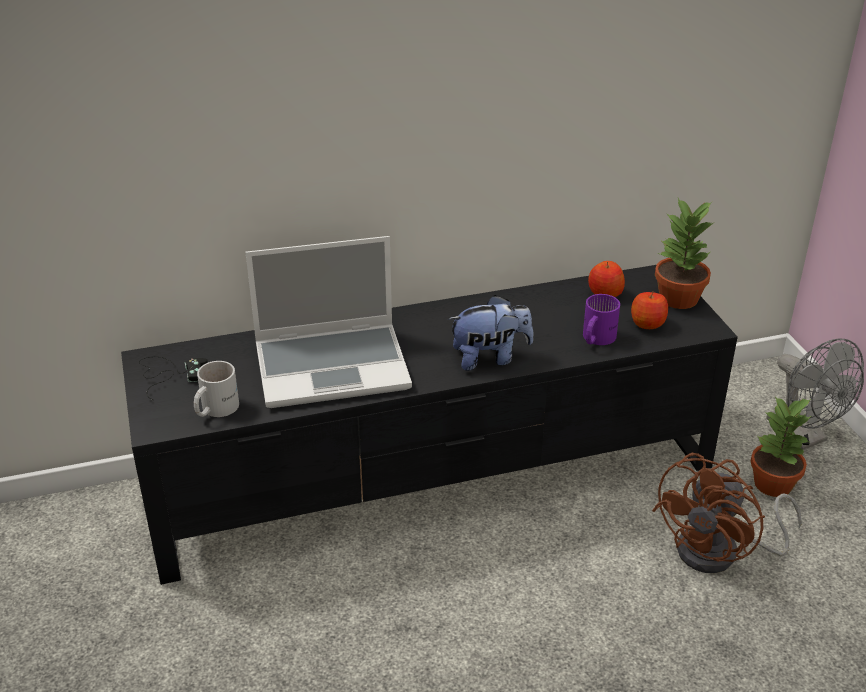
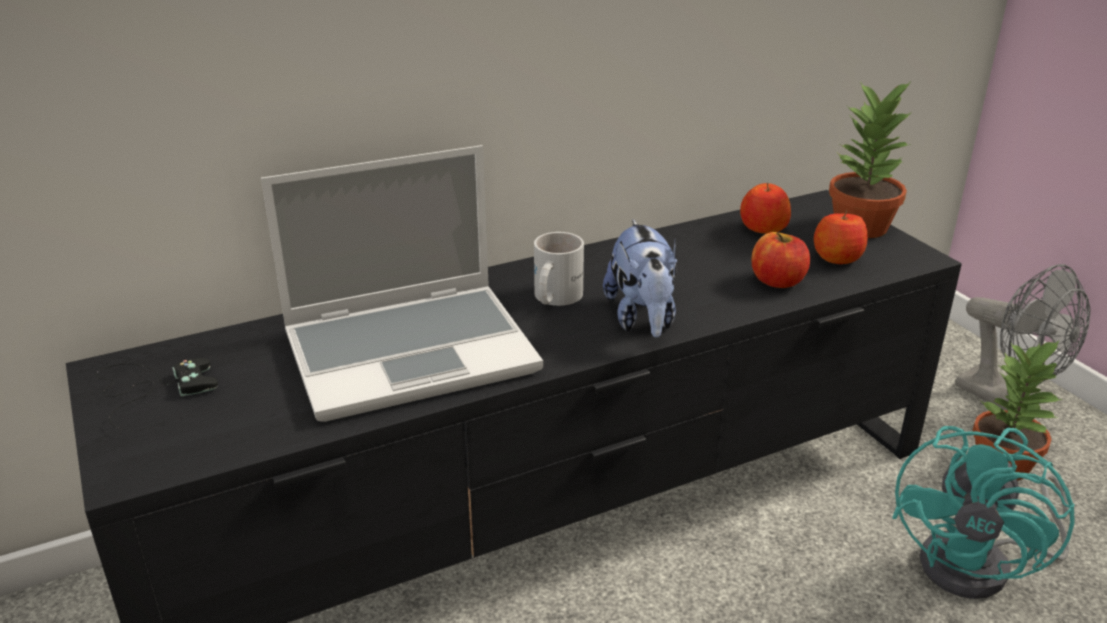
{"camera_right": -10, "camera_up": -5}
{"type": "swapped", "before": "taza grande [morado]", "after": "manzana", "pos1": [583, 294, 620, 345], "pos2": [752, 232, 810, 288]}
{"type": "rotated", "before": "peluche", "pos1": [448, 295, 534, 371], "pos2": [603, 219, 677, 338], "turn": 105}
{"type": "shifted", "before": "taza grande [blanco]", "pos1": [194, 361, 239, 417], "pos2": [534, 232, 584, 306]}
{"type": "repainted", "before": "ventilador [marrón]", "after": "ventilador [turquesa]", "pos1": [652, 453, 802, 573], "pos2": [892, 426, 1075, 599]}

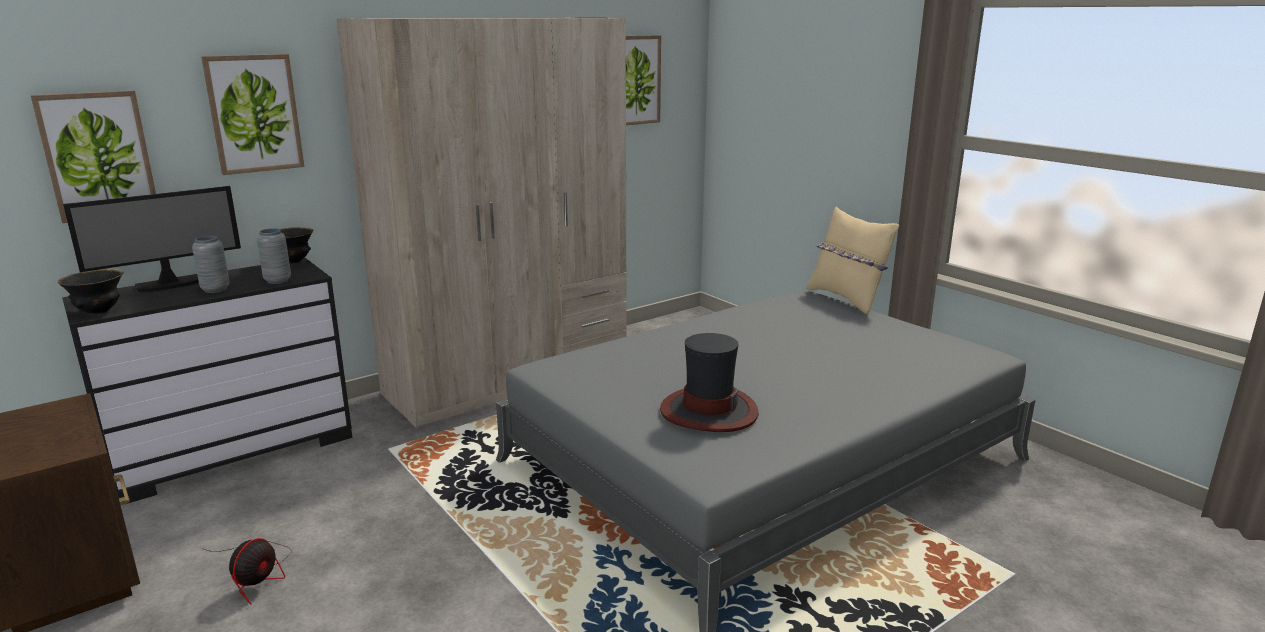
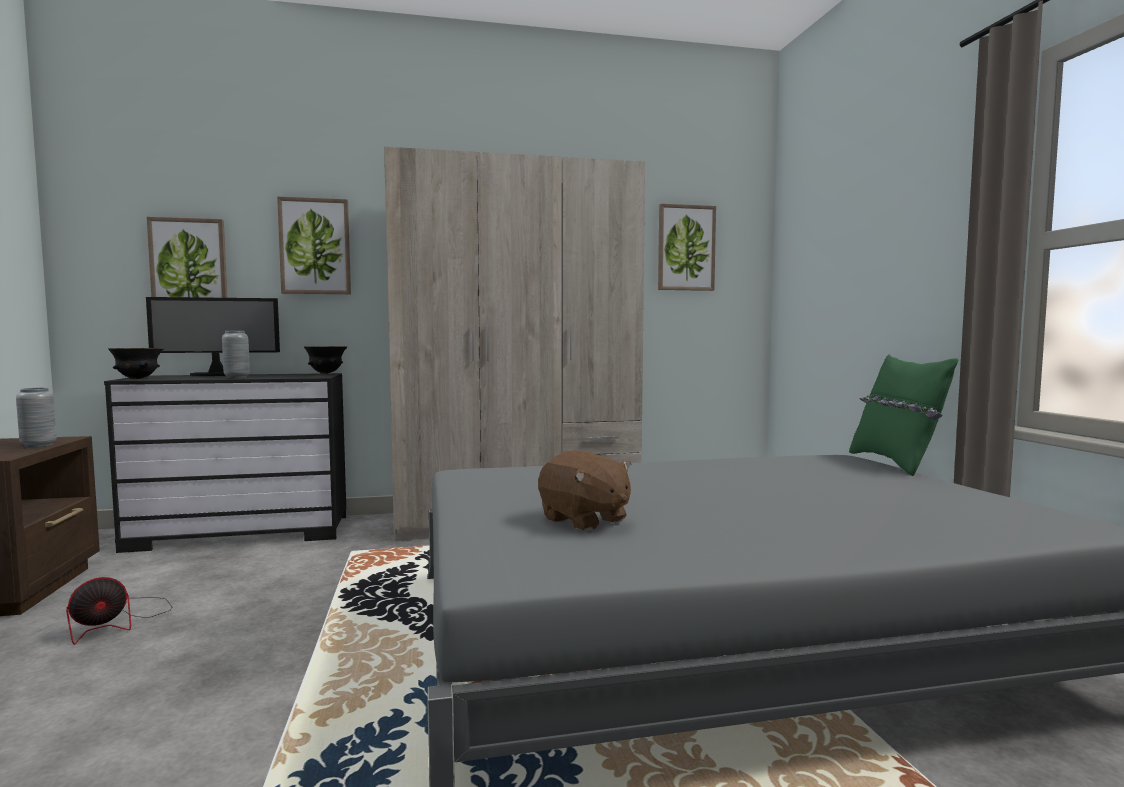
{"camera_right": 25, "camera_up": -15}
{"type": "repainted", "before": "cojín [beis]", "after": "cojín [verde]", "pos1": [806, 206, 899, 315], "pos2": [849, 355, 959, 476]}
{"type": "shifted", "before": "florero [gris]", "pos1": [257, 228, 291, 284], "pos2": [16, 388, 57, 447]}
{"type": "swapped", "before": "sombrero", "after": "peluche [marrón]", "pos1": [660, 333, 759, 432], "pos2": [538, 451, 631, 531]}

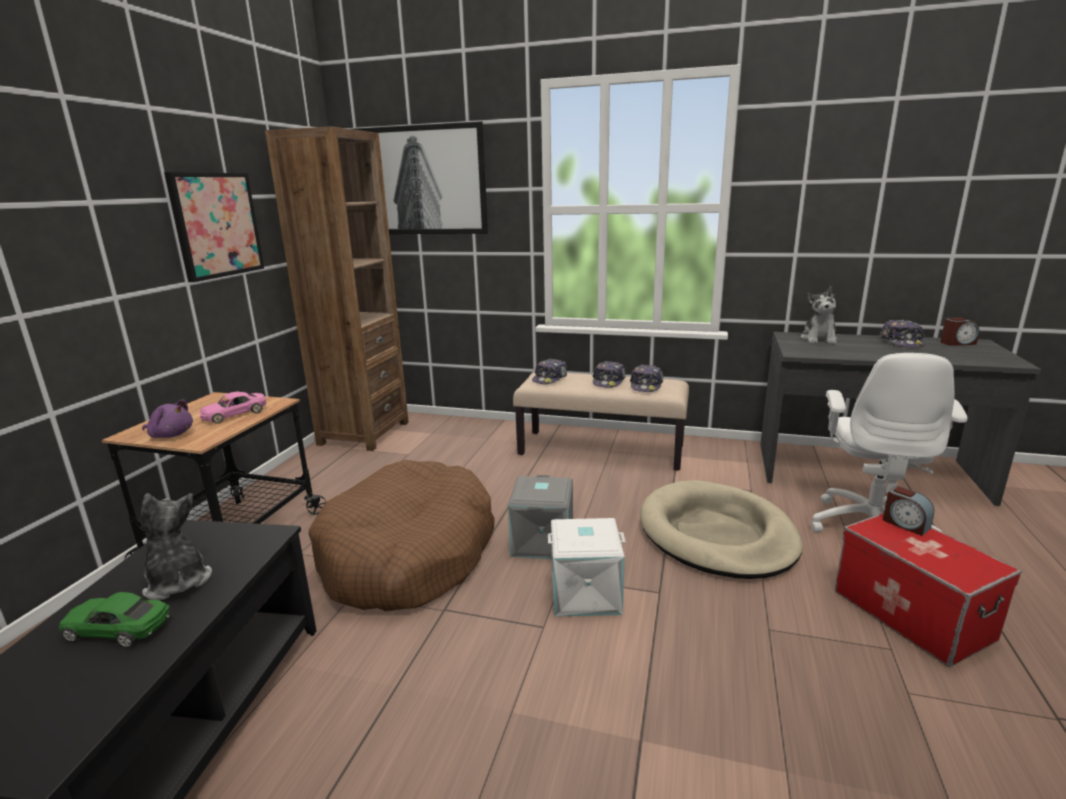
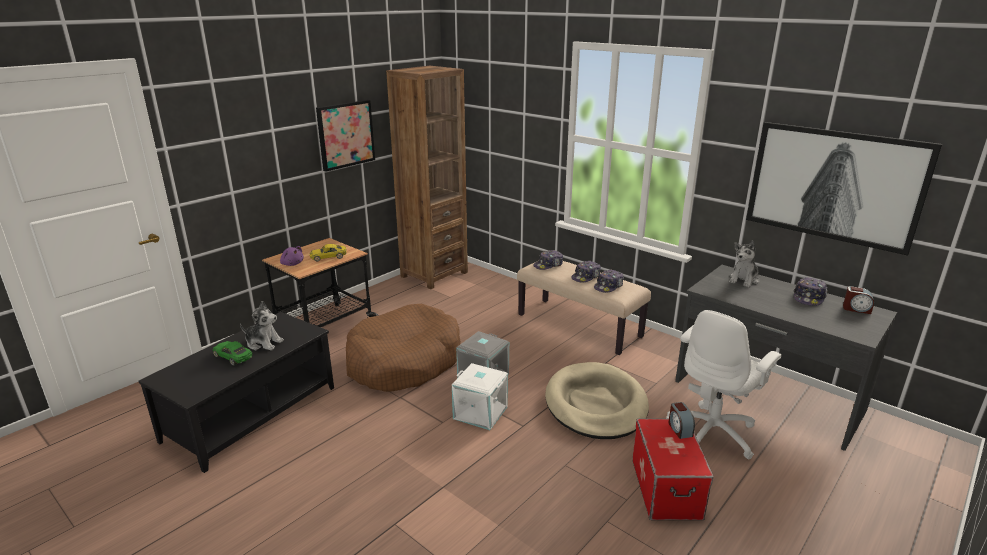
{"camera_right": 25, "camera_up": 5}
{"type": "shifted", "before": "cuadro", "pos1": [353, 121, 488, 234], "pos2": [746, 122, 942, 256]}
{"type": "repainted", "before": "coche de juguete [rosa]", "after": "coche de juguete [amarillo]", "pos1": [200, 391, 266, 424], "pos2": [309, 244, 347, 262]}
{"type": "rotated", "before": "peluche", "pos1": [141, 493, 212, 600], "pos2": [240, 301, 284, 350], "turn": 120}

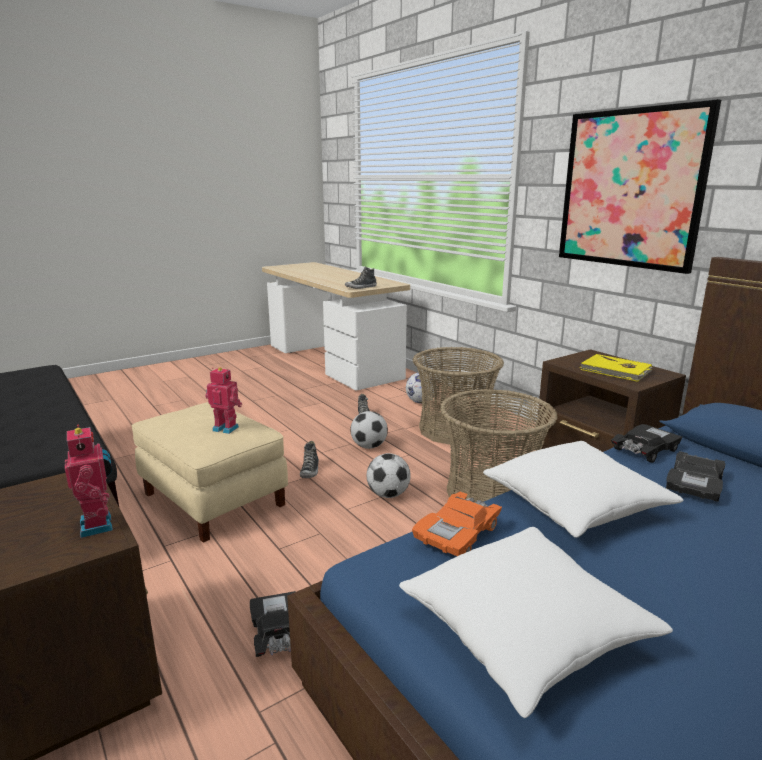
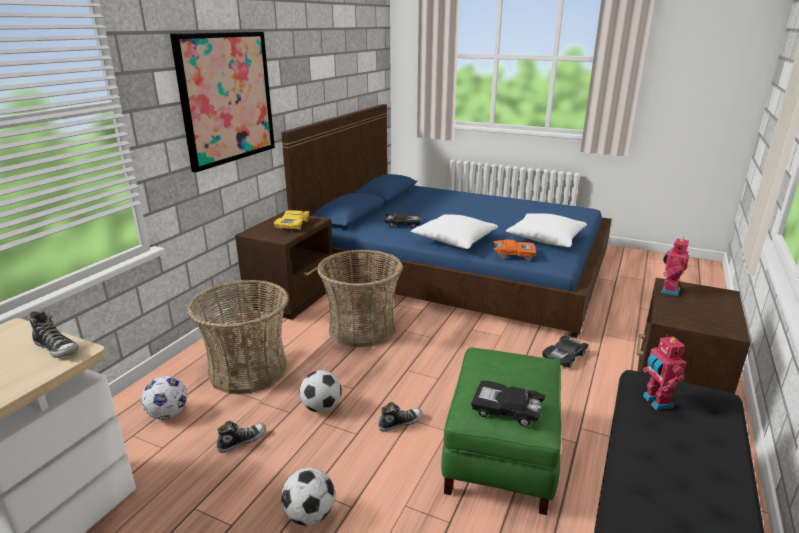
{"camera_right": -120, "camera_up": 5}
{"type": "swapped", "before": "libro [amarillo]", "after": "coche de juguete [amarillo]", "pos1": [580, 354, 652, 382], "pos2": [274, 210, 310, 230]}
{"type": "shifted", "before": "robot de juguete", "pos1": [205, 367, 242, 434], "pos2": [643, 334, 686, 410]}
{"type": "repainted", "before": "puf [beis]", "after": "puf [verde]", "pos1": [132, 402, 288, 543], "pos2": [441, 348, 561, 515]}
{"type": "shifted", "before": "coche de juguete [negro]", "pos1": [611, 424, 682, 463], "pos2": [471, 381, 546, 427]}
{"type": "shifted", "before": "balón de fútbol", "pos1": [367, 453, 411, 498], "pos2": [281, 468, 335, 525]}

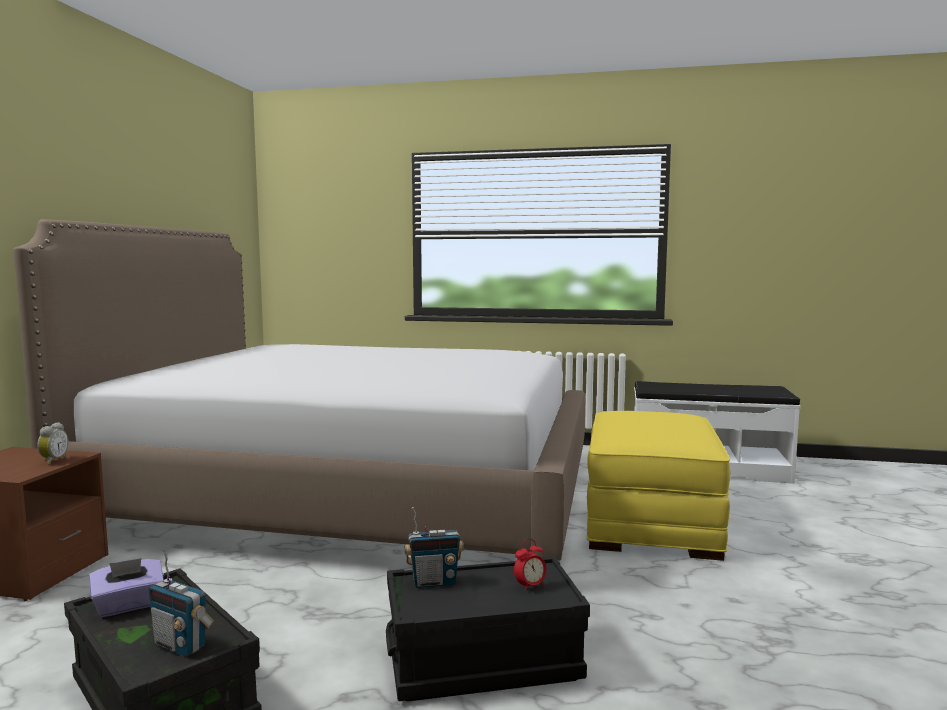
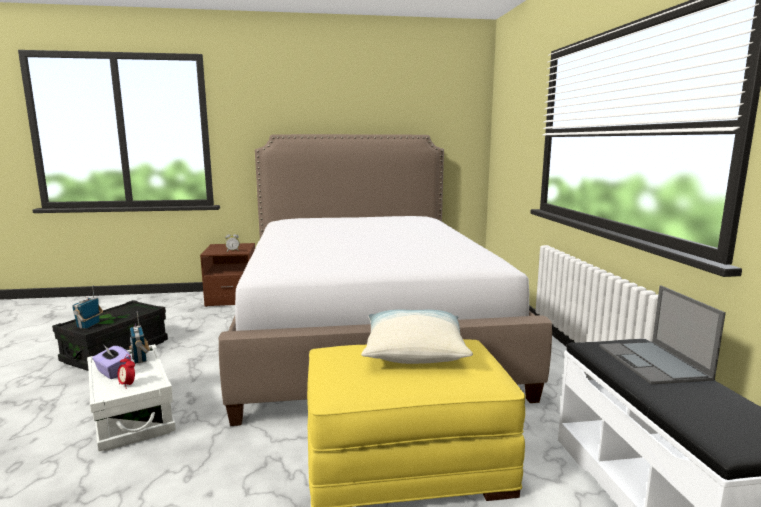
{"camera_right": 70, "camera_up": 5}
{"type": "repainted", "before": "caja de almacenaje [negro]", "after": "caja de almacenaje [blanco]", "pos1": [386, 556, 590, 702], "pos2": [87, 344, 176, 451]}
{"type": "shifted", "before": "caja de pañuelos [morado]", "pos1": [89, 558, 164, 617], "pos2": [92, 345, 131, 379]}
{"type": "new", "after": "portátil", "pos2": [599, 286, 726, 385]}
{"type": "new", "after": "cojín", "pos2": [361, 309, 473, 364]}

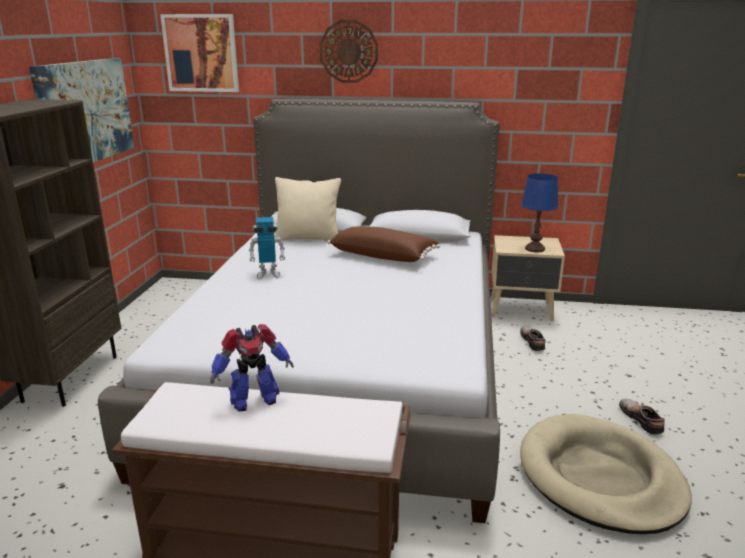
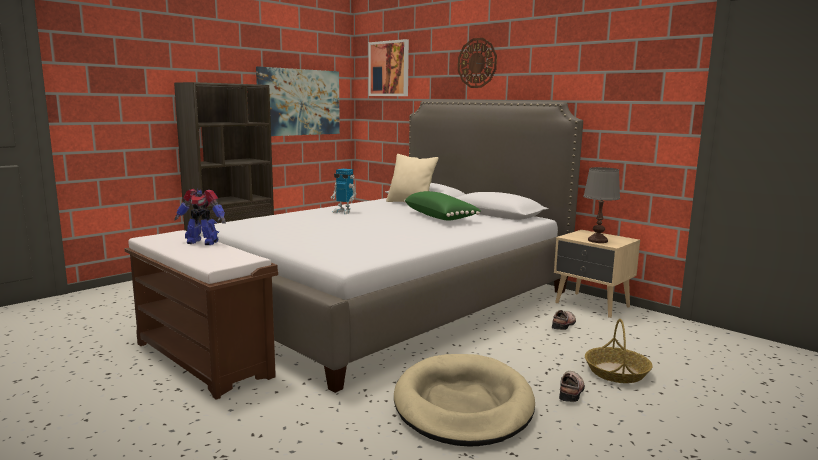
{"camera_right": 35, "camera_up": -10}
{"type": "repainted", "before": "lámpara de mesa [azul]", "after": "lámpara de mesa [gris]", "pos1": [521, 174, 558, 252], "pos2": [583, 167, 620, 243]}
{"type": "repainted", "before": "cojín [marrón]", "after": "cojín [verde]", "pos1": [327, 226, 440, 262], "pos2": [404, 191, 481, 220]}
{"type": "new", "after": "cesta", "pos2": [585, 319, 653, 383]}

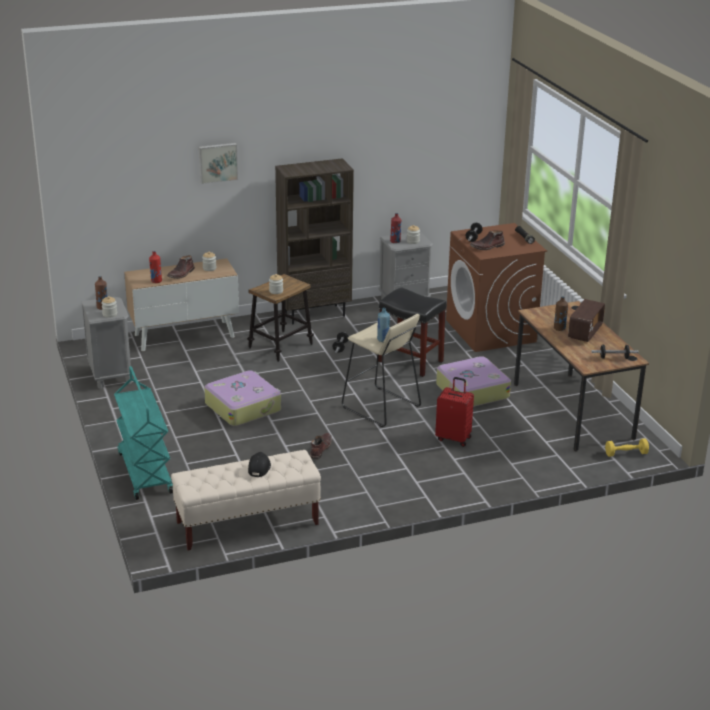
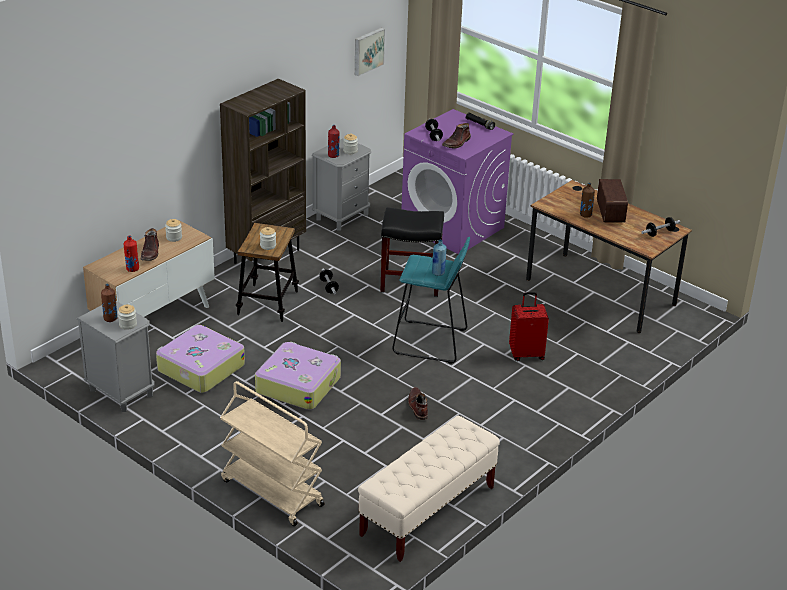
{"camera_right": -30, "camera_up": 5}
{"type": "shifted", "before": "cuadro", "pos1": [199, 143, 238, 184], "pos2": [355, 28, 385, 76]}
{"type": "repainted", "before": "lavadora [marrón]", "after": "lavadora [morado]", "pos1": [446, 223, 547, 352], "pos2": [402, 109, 513, 254]}
{"type": "repainted", "before": "taburete [beis]", "after": "taburete [turquesa]", "pos1": [342, 314, 421, 427], "pos2": [392, 237, 470, 364]}
{"type": "shifted", "before": "maleta", "pos1": [436, 356, 511, 407], "pos2": [156, 325, 245, 393]}
{"type": "repainted", "before": "carrito [turquesa]", "after": "carrito [beis]", "pos1": [114, 366, 173, 500], "pos2": [220, 381, 325, 526]}
{"type": "gone", "before": "mancuerna [amarillo]", "pos1": [605, 438, 649, 457]}
{"type": "gone", "before": "gorra [negro]", "pos1": [248, 452, 271, 477]}

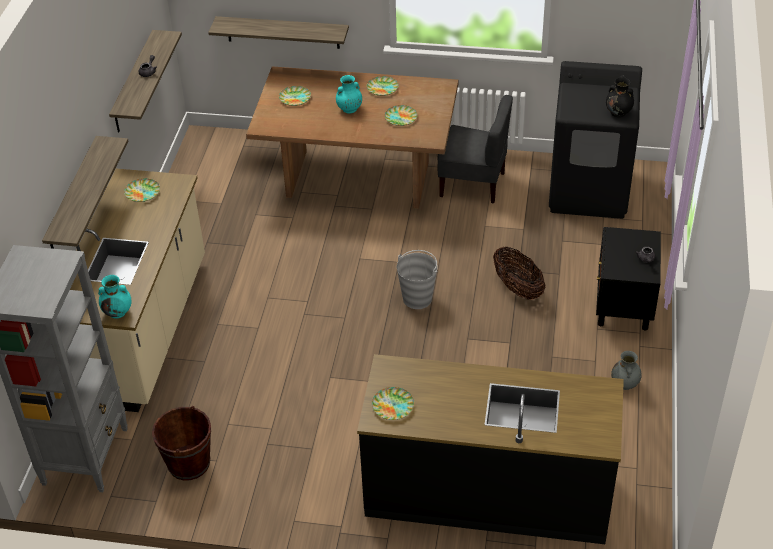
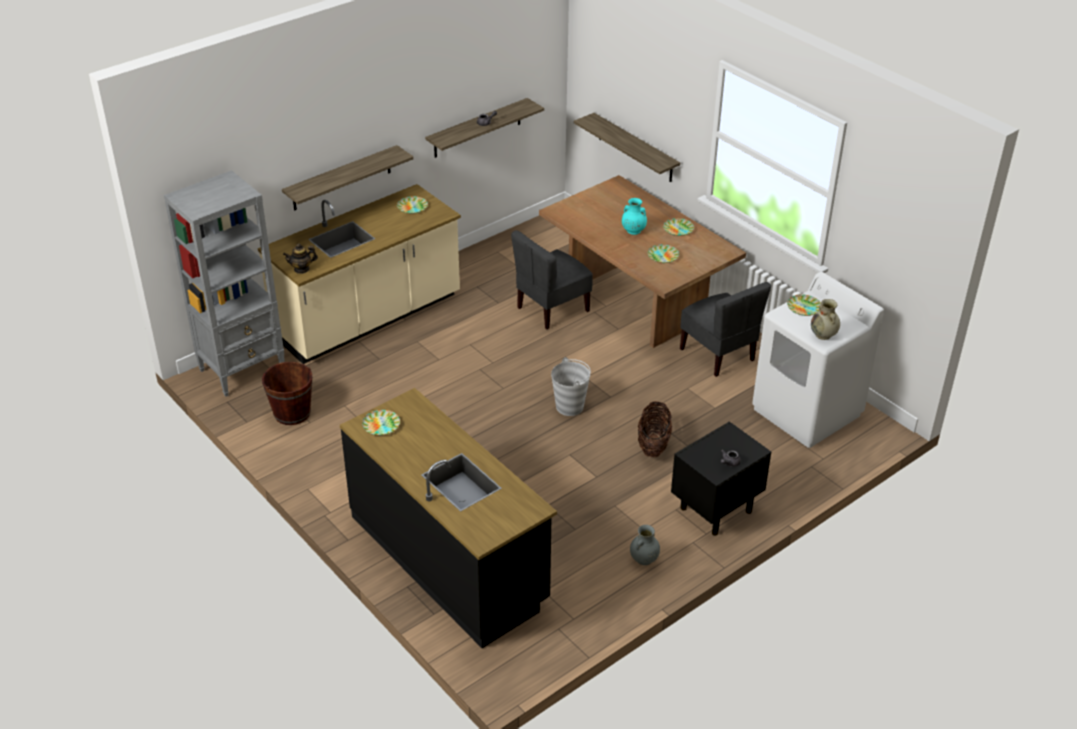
{"camera_right": 40, "camera_up": -5}
{"type": "repainted", "before": "lavadora [negro]", "after": "lavadora [blanco]", "pos1": [549, 61, 642, 219], "pos2": [752, 272, 884, 448]}
{"type": "repainted", "before": "florero [negro]", "after": "florero [beis]", "pos1": [606, 77, 634, 117], "pos2": [811, 299, 840, 340]}
{"type": "shifted", "before": "plato", "pos1": [279, 86, 311, 106], "pos2": [787, 295, 821, 316]}
{"type": "swapped", "before": "florero [turquesa]", "after": "tetera", "pos1": [98, 275, 132, 319], "pos2": [283, 243, 318, 274]}
{"type": "new", "after": "silla [gris]", "pos2": [511, 230, 593, 329]}

